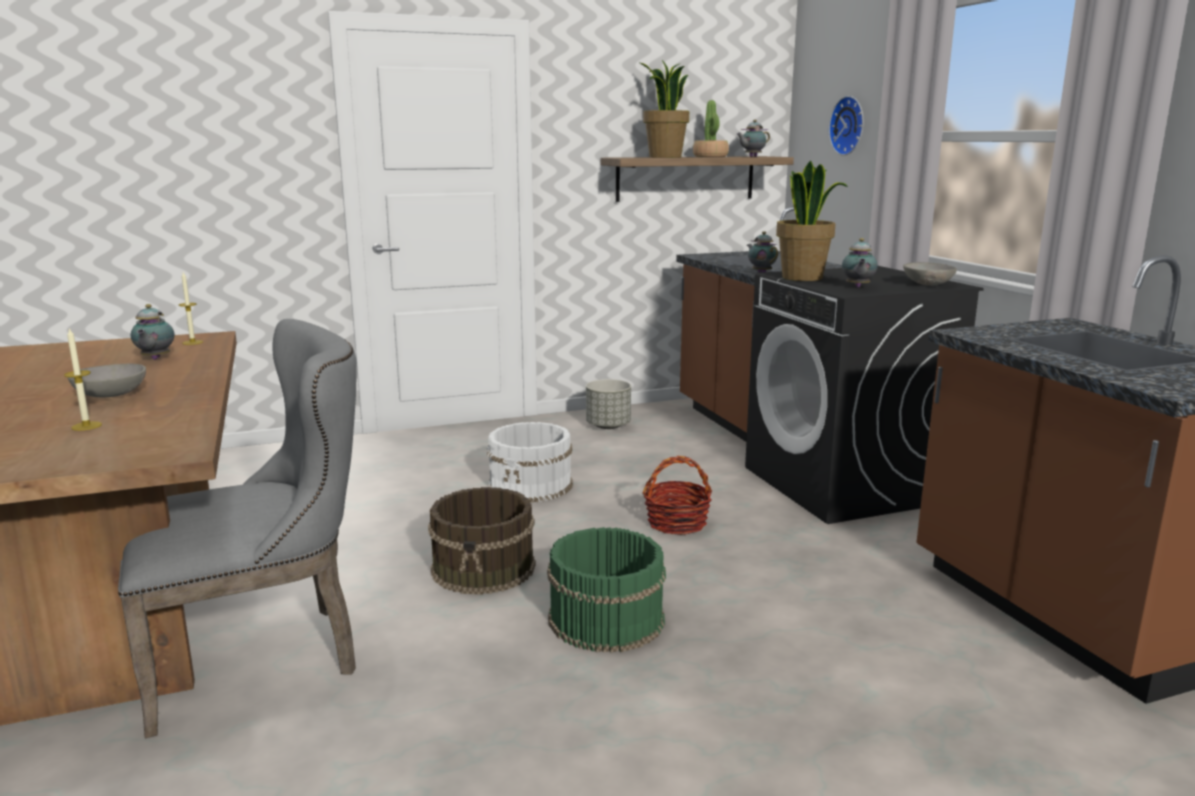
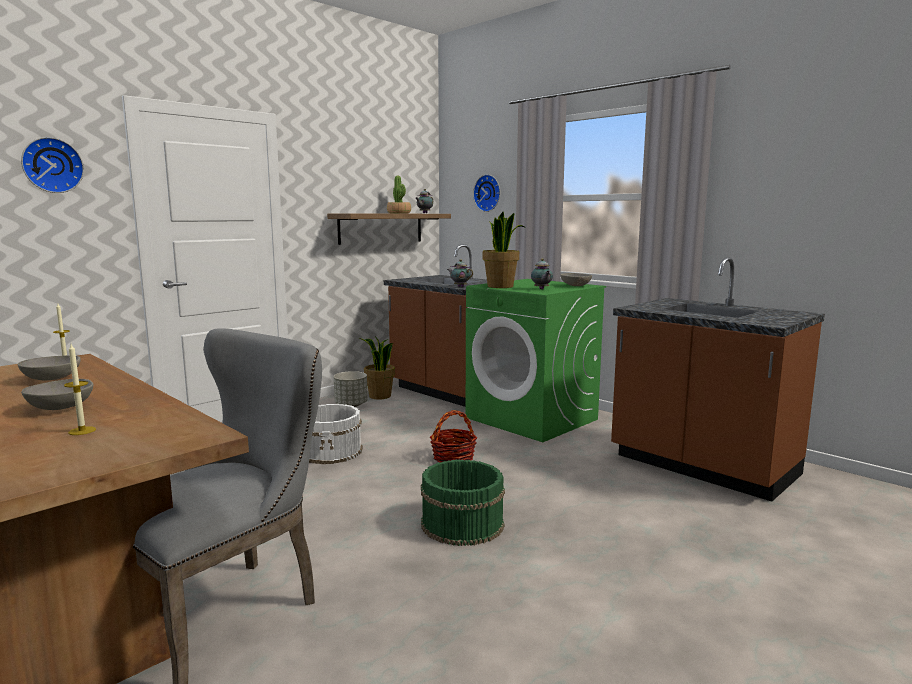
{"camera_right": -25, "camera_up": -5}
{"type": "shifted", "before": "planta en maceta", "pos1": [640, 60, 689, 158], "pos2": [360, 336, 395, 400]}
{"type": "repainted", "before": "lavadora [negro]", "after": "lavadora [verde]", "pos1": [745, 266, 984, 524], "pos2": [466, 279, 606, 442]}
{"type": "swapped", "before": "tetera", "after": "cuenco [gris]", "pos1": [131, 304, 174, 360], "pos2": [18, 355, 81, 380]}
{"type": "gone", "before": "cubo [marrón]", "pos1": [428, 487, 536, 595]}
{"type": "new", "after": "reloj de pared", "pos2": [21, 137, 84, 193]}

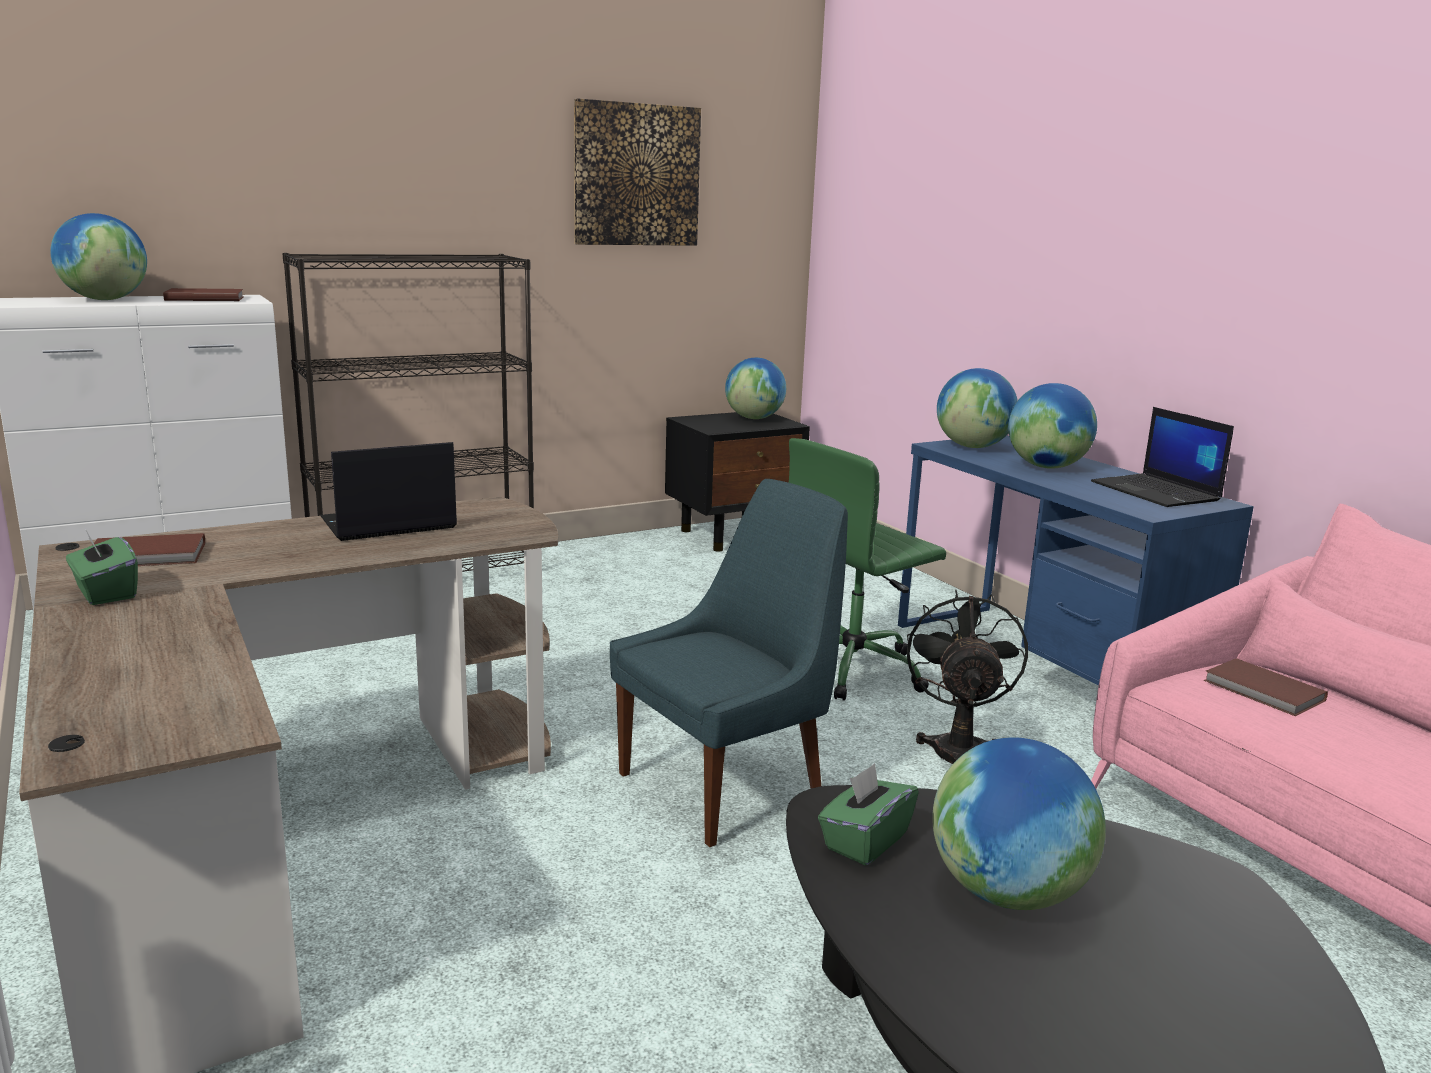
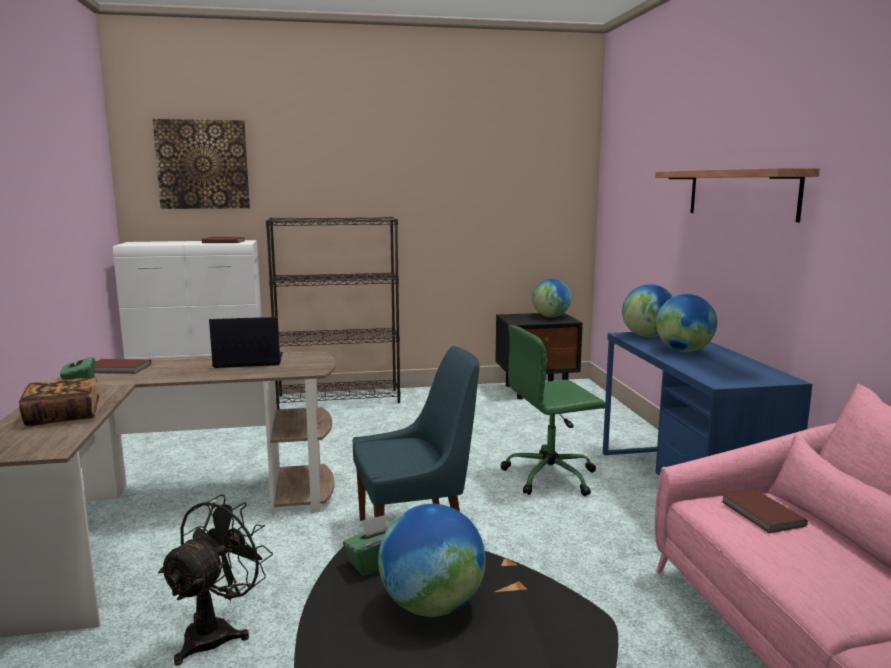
{"camera_right": 20, "camera_up": -5}
{"type": "shifted", "before": "cuadro", "pos1": [574, 98, 701, 246], "pos2": [153, 119, 250, 209]}
{"type": "gone", "before": "globo terráqueo", "pos1": [51, 213, 147, 300]}
{"type": "gone", "before": "portátil", "pos1": [1091, 407, 1234, 507]}
{"type": "shifted", "before": "ventilador [negro]", "pos1": [907, 590, 1028, 764], "pos2": [158, 494, 273, 665]}
{"type": "new", "after": "estante", "pos2": [655, 168, 820, 222]}
{"type": "new", "after": "libro", "pos2": [19, 377, 99, 426]}

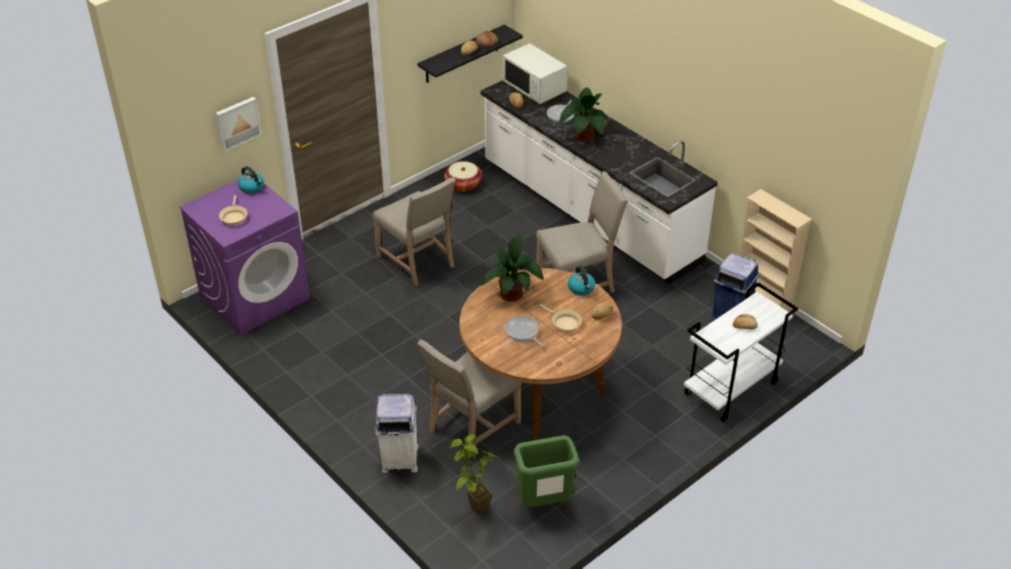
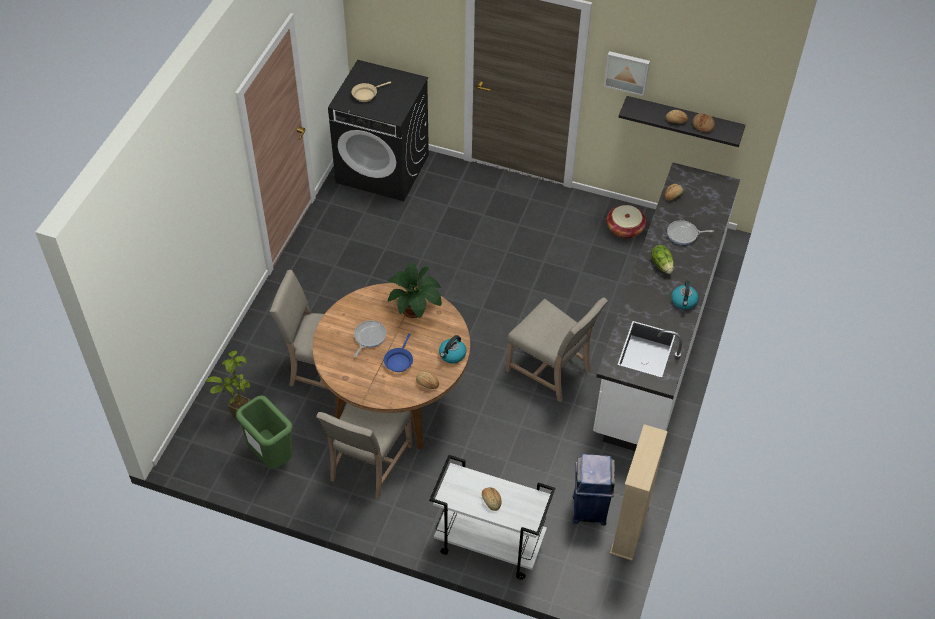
{"camera_right": 60, "camera_up": 10}
{"type": "gone", "before": "microondas [blanco]", "pos1": [503, 43, 567, 104]}
{"type": "swapped", "before": "planta en maceta", "after": "lechuga", "pos1": [559, 87, 607, 142], "pos2": [651, 245, 674, 274]}
{"type": "shifted", "before": "cuadro", "pos1": [216, 97, 262, 151], "pos2": [604, 51, 650, 96]}
{"type": "shifted", "before": "hervidor", "pos1": [238, 166, 264, 194], "pos2": [671, 281, 699, 309]}
{"type": "shifted", "before": "silla [beis]", "pos1": [373, 177, 456, 286], "pos2": [316, 403, 412, 499]}
{"type": "repainted", "before": "lavadora [morado]", "after": "lavadora [negro]", "pos1": [179, 179, 310, 335], "pos2": [328, 60, 429, 201]}
{"type": "repainted", "before": "sartén [beis]", "after": "sartén [azul]", "pos1": [539, 304, 582, 332], "pos2": [384, 333, 413, 372]}
{"type": "gone", "before": "papelera [blanco]", "pos1": [375, 394, 419, 473]}

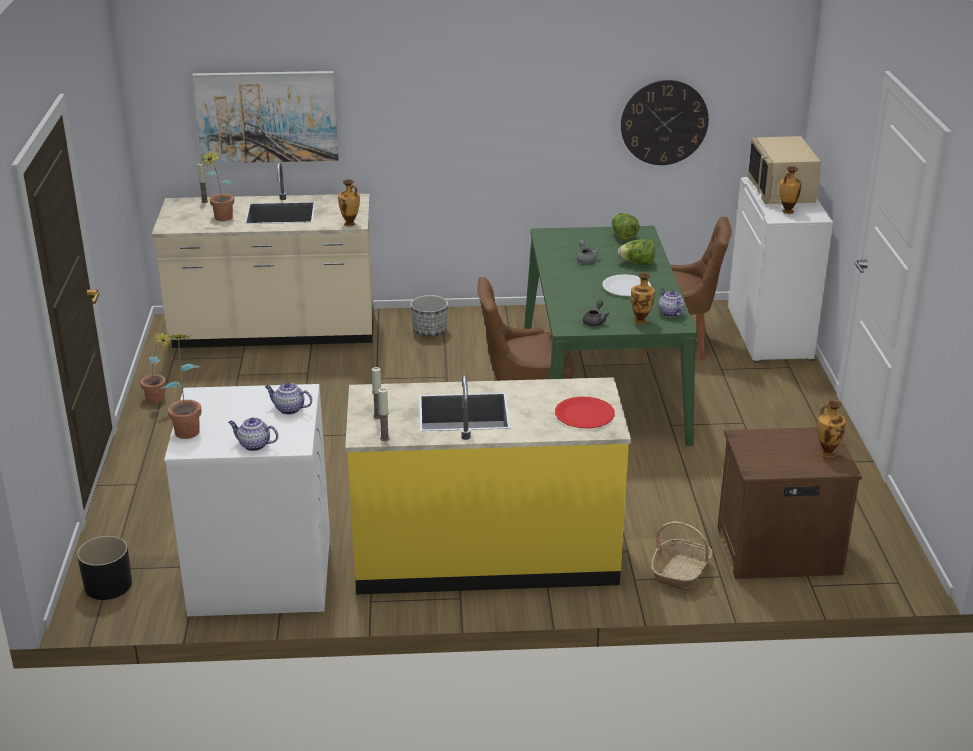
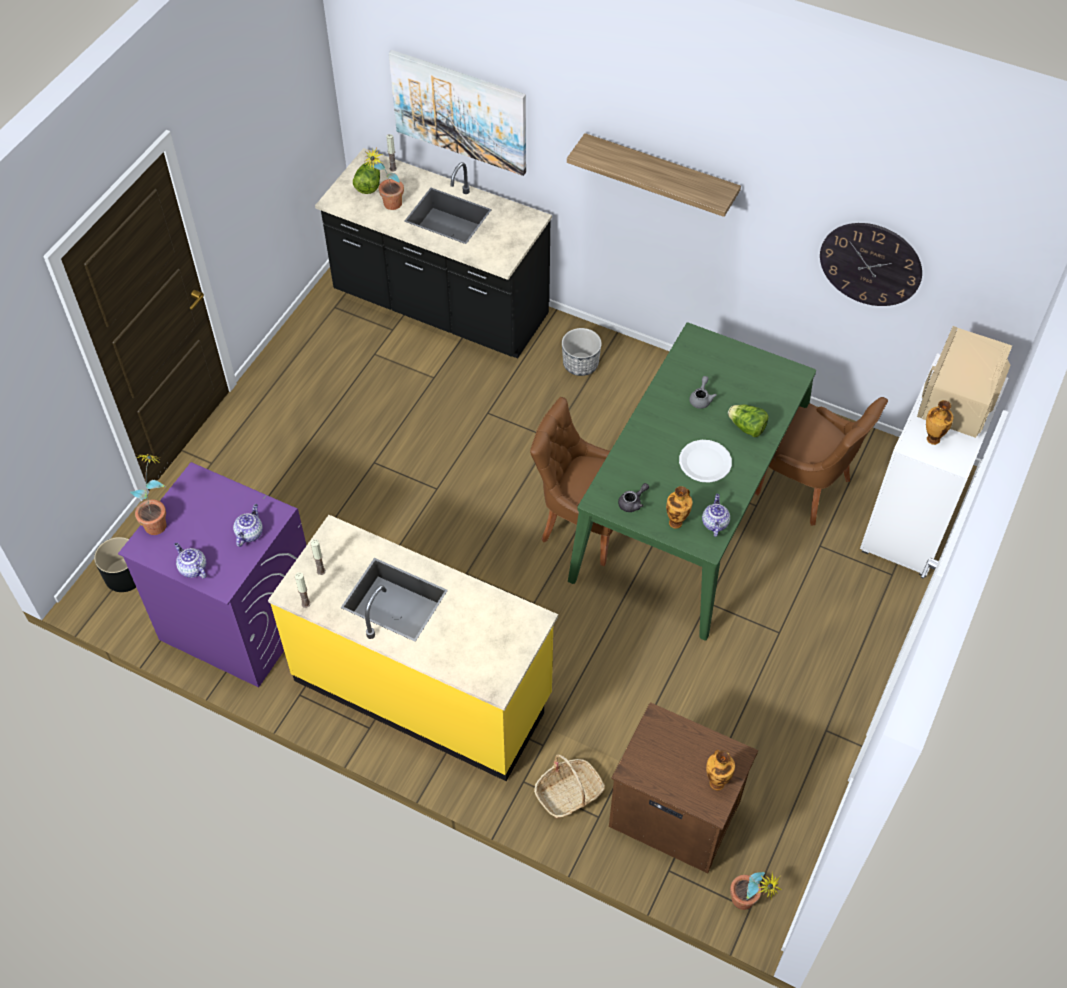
{"camera_right": 30, "camera_up": 25}
{"type": "repainted", "before": "mueble bajo de cocina [beis]", "after": "mueble bajo de cocina [negro]", "pos1": [152, 162, 373, 348], "pos2": [315, 148, 552, 358]}
{"type": "gone", "before": "florero", "pos1": [338, 179, 360, 226]}
{"type": "shifted", "before": "lechuga", "pos1": [612, 213, 640, 240], "pos2": [353, 161, 380, 194]}
{"type": "shifted", "before": "planta en maceta", "pos1": [140, 332, 172, 404], "pos2": [730, 871, 782, 910]}
{"type": "rotated", "before": "tetera", "pos1": [265, 382, 312, 415], "pos2": [233, 504, 263, 547], "turn": 60}
{"type": "repainted", "before": "lavadora [blanco]", "after": "lavadora [morado]", "pos1": [164, 384, 330, 616], "pos2": [118, 462, 307, 687]}
{"type": "gone", "before": "plato [rojo]", "pos1": [555, 397, 615, 428]}
{"type": "new", "after": "estante", "pos2": [567, 133, 741, 217]}

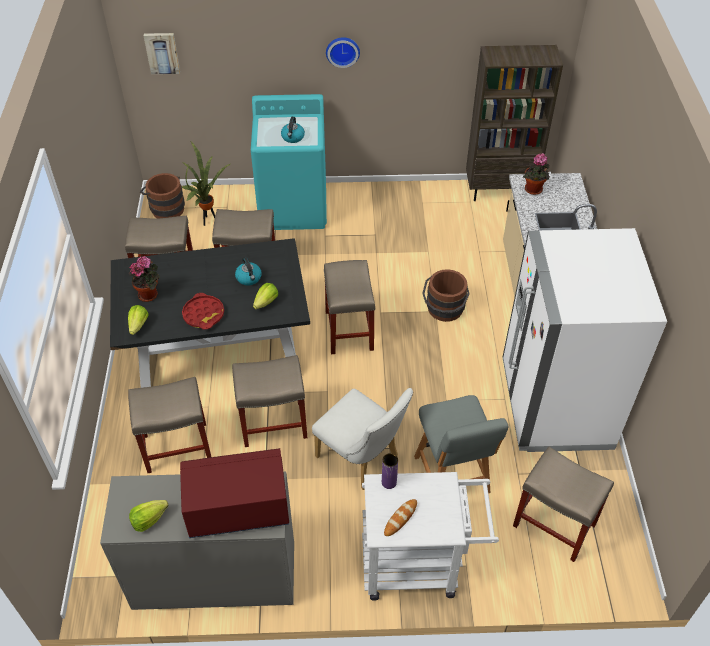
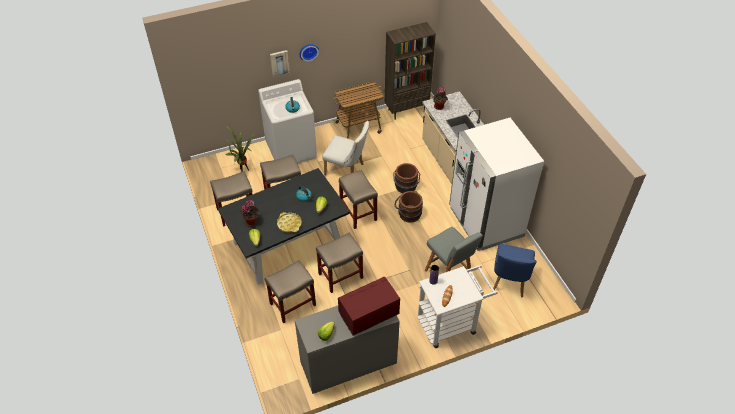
{"camera_right": -20, "camera_up": 0}
{"type": "shifted", "before": "cuadro", "pos1": [144, 33, 180, 74], "pos2": [270, 50, 290, 77]}
{"type": "repainted", "before": "lavadora [turquesa]", "after": "lavadora [blanco]", "pos1": [251, 94, 327, 230], "pos2": [258, 79, 317, 163]}
{"type": "shifted", "before": "cubo [marrón]", "pos1": [140, 173, 185, 218], "pos2": [394, 191, 423, 223]}
{"type": "repainted", "before": "bandeja [rojo]", "after": "bandeja [amarillo]", "pos1": [182, 293, 224, 330], "pos2": [277, 212, 302, 233]}
{"type": "shifted", "before": "silla [blanco]", "pos1": [312, 388, 413, 490], "pos2": [322, 121, 369, 175]}
{"type": "swapped", "before": "taburete [beis]", "after": "silla [azul]", "pos1": [513, 447, 614, 562], "pos2": [493, 244, 537, 297]}
{"type": "new", "after": "carrito", "pos2": [333, 82, 384, 139]}

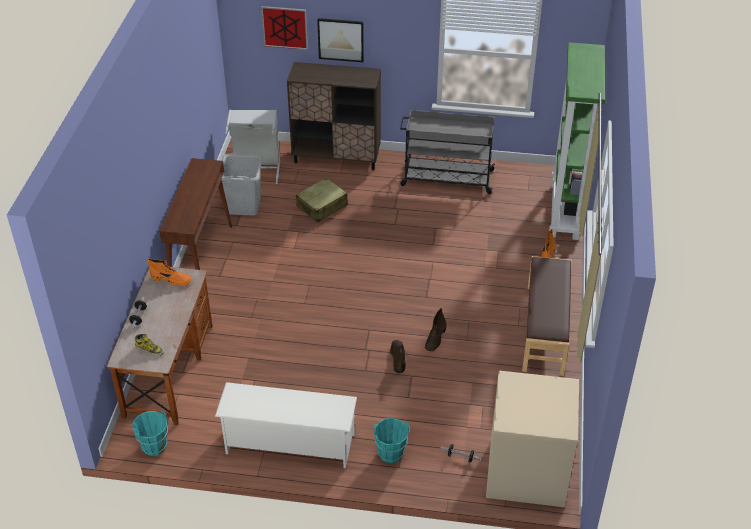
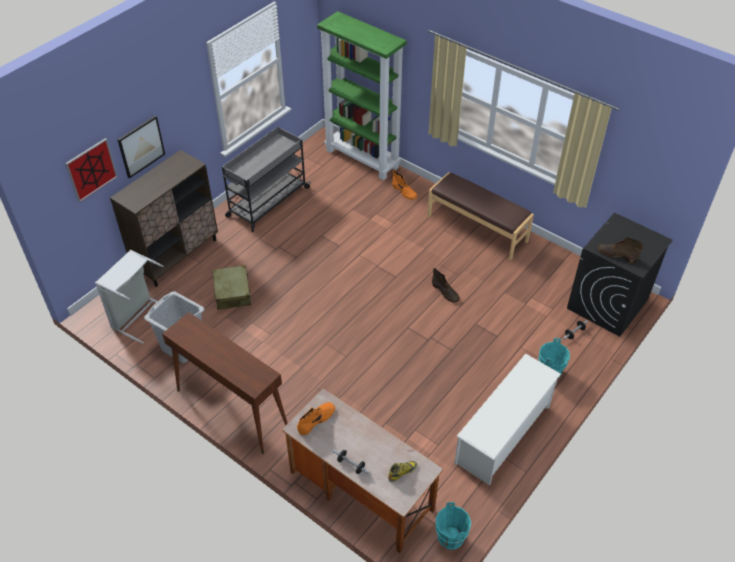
{"camera_right": -60, "camera_up": 5}
{"type": "shifted", "before": "bota [marrón]", "pos1": [390, 340, 406, 373], "pos2": [598, 237, 643, 263]}
{"type": "repainted", "before": "lavadora [beis]", "after": "lavadora [negro]", "pos1": [486, 371, 579, 507], "pos2": [567, 213, 673, 337]}

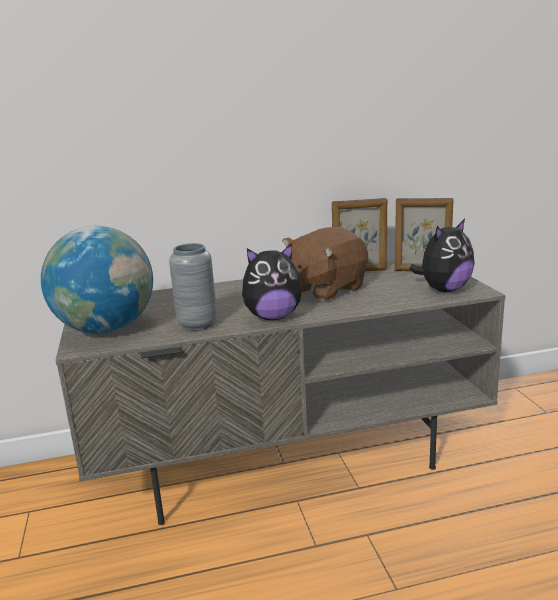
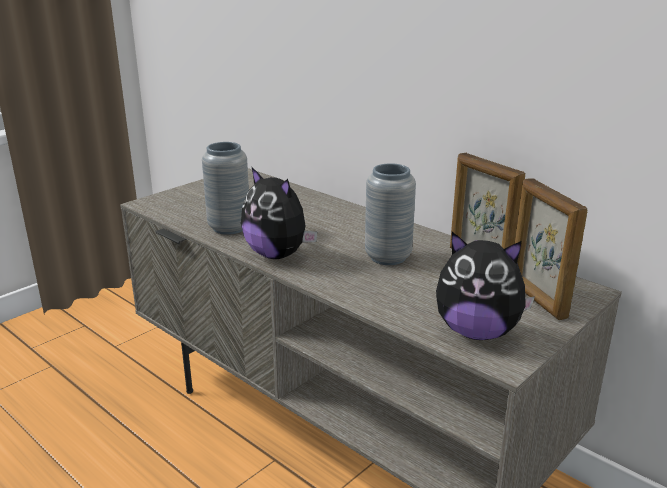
{"camera_right": 55, "camera_up": 5}
{"type": "gone", "before": "globo terráqueo", "pos1": [41, 226, 153, 334]}
{"type": "swapped", "before": "peluche [marrón]", "after": "florero [gris]", "pos1": [282, 227, 368, 301], "pos2": [365, 163, 416, 265]}

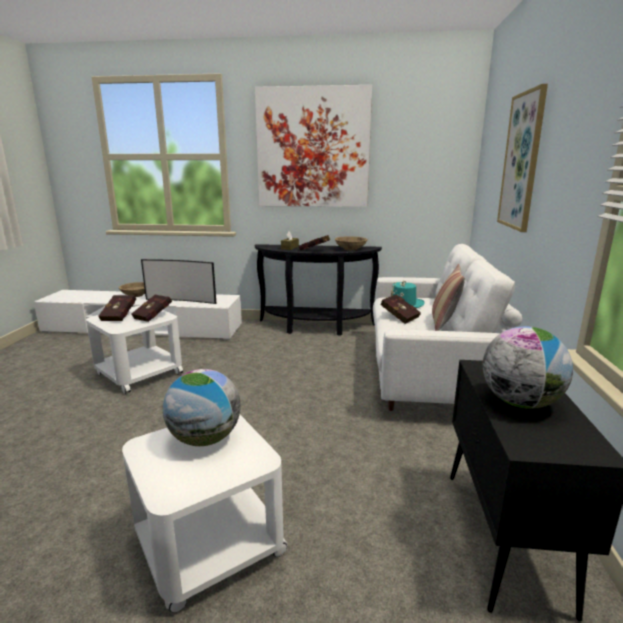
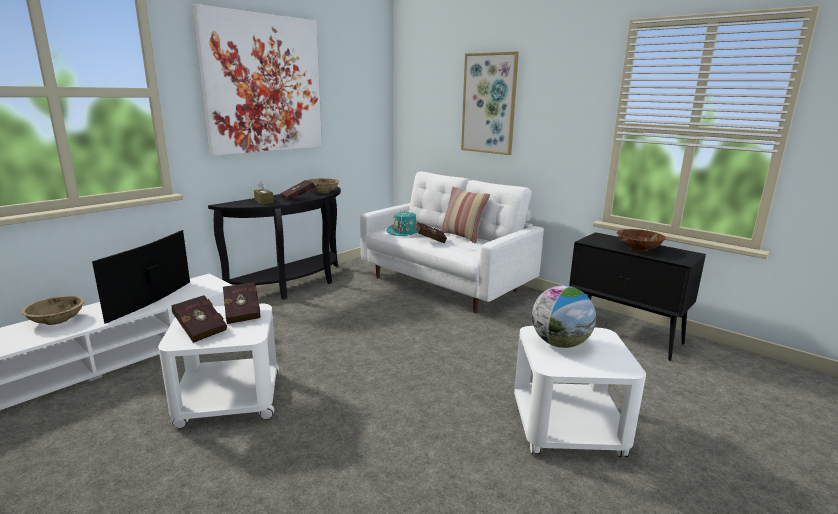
{"camera_right": -55, "camera_up": 0}
{"type": "rotated", "before": "televisor", "pos1": [141, 259, 216, 304], "pos2": [92, 230, 190, 324], "turn": 150}
{"type": "swapped", "before": "globo terráqueo", "after": "cuenco [marrón]", "pos1": [483, 326, 573, 409], "pos2": [617, 229, 666, 251]}

